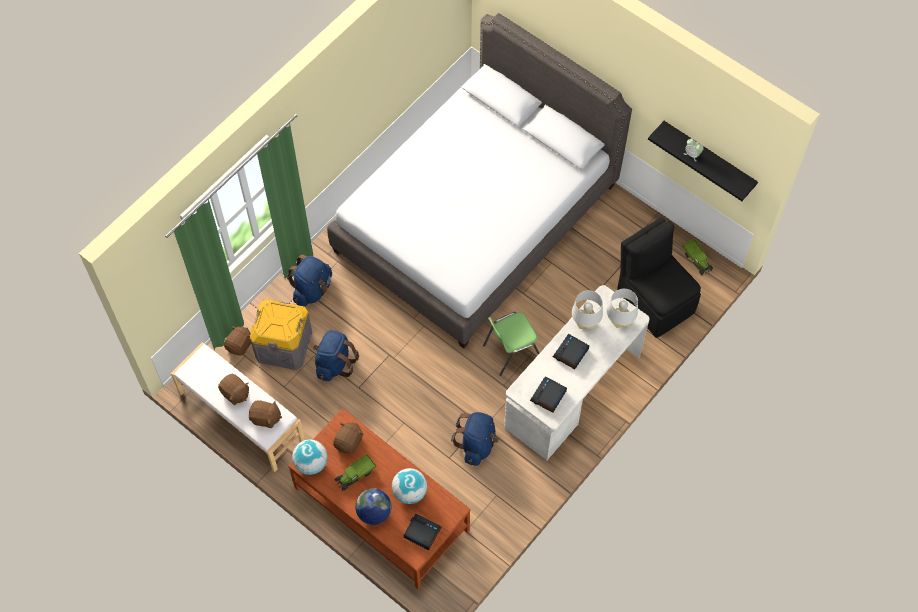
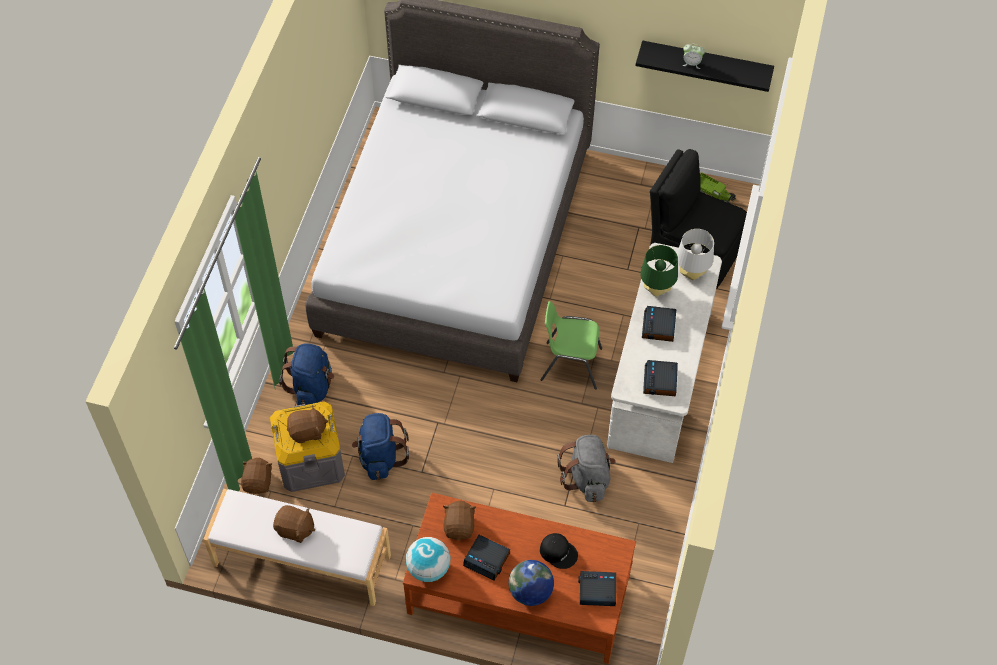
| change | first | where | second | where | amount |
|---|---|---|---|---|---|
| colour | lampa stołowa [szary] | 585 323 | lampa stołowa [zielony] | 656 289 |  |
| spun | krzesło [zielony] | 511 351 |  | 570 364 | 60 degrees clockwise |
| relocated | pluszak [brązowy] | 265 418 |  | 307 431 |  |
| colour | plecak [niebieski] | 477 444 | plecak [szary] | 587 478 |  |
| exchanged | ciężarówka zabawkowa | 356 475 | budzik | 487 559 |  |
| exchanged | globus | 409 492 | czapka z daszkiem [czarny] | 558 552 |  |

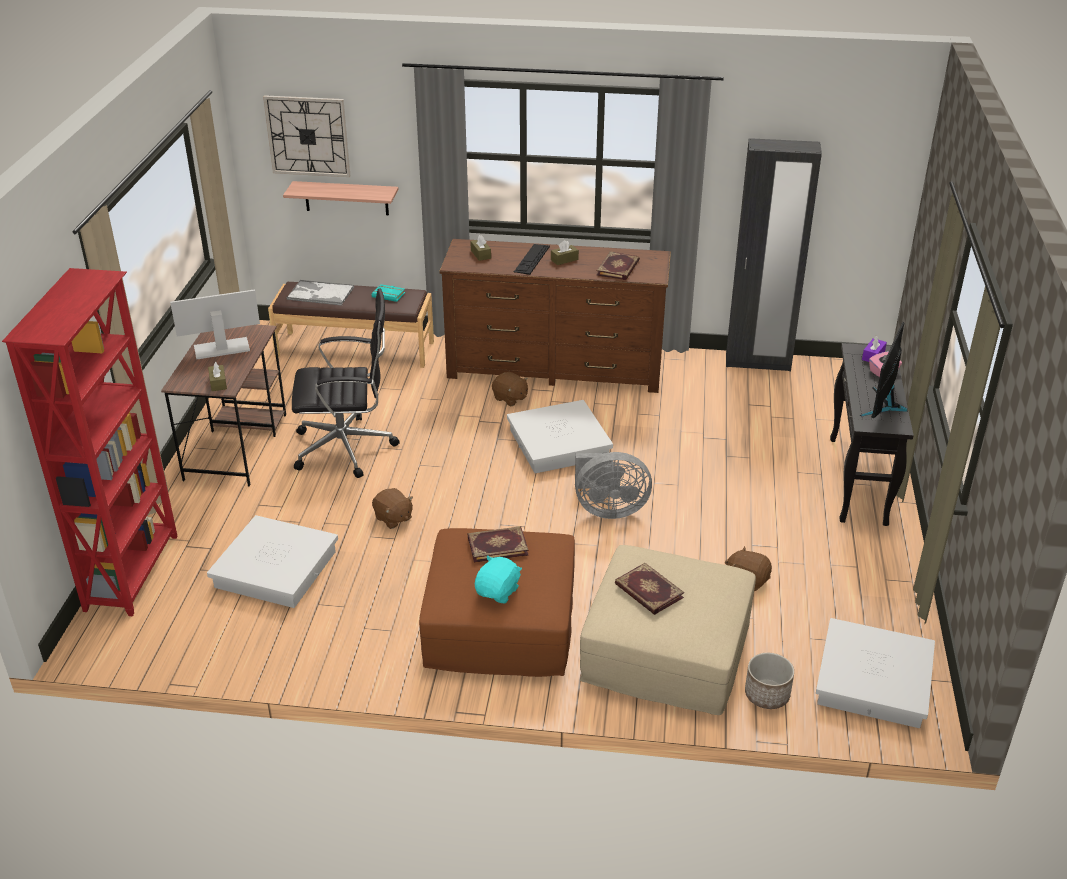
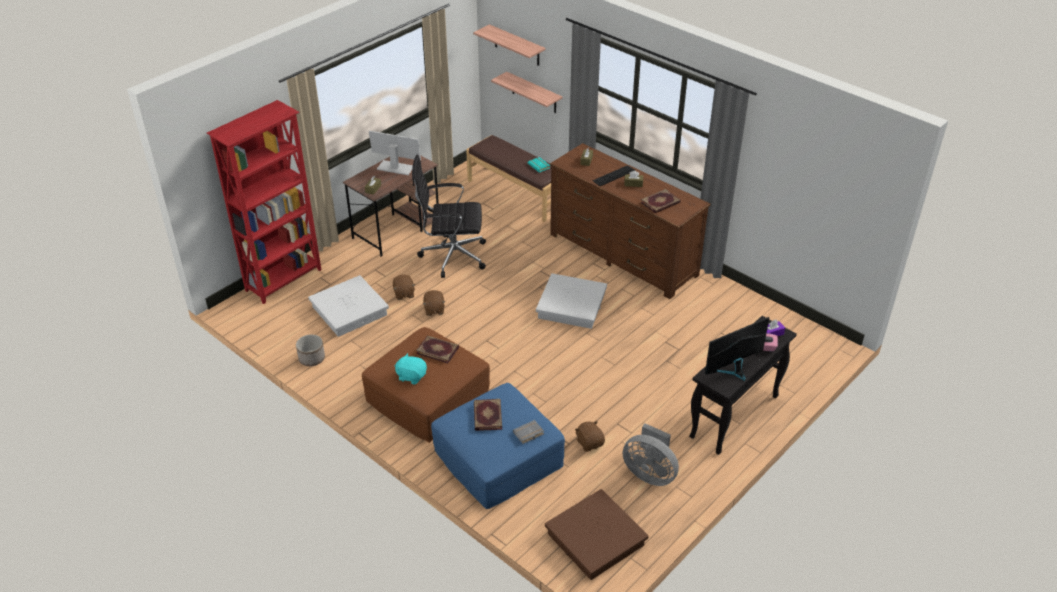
| change | first | where | second | where | amount |
|---|---|---|---|---|---|
| exchanged | zegar ścienny | 307 136 | półka | 517 46 |  |
| missing | szafa [czarny] | 758 362 |  |  |  |
| missing | taca | 320 293 |  |  |  |
| spun | krzesło biurowe [czarny] | 347 448 |  | 451 256 | 150 degrees clockwise |
| relocated | pluszak [brązowy] | 510 398 |  | 404 294 |  |
| relocated | wentylator [szary] | 608 509 |  | 649 473 |  |
| colour | pufa [beżowy] | 665 651 | pufa [niebieski] | 497 458 |  |
| spun | pluszak [turkusowy] | 498 592 |  | 411 376 | 135 degrees counterclockwise |
| colour | pojemnik do przechowywania [biały] | 874 681 | pojemnik do przechowywania [brązowy] | 596 539 |  |
| relocated | donica | 766 695 |  | 311 358 |  |
| appeared |  |  | książka [szary] | 528 434 |  |

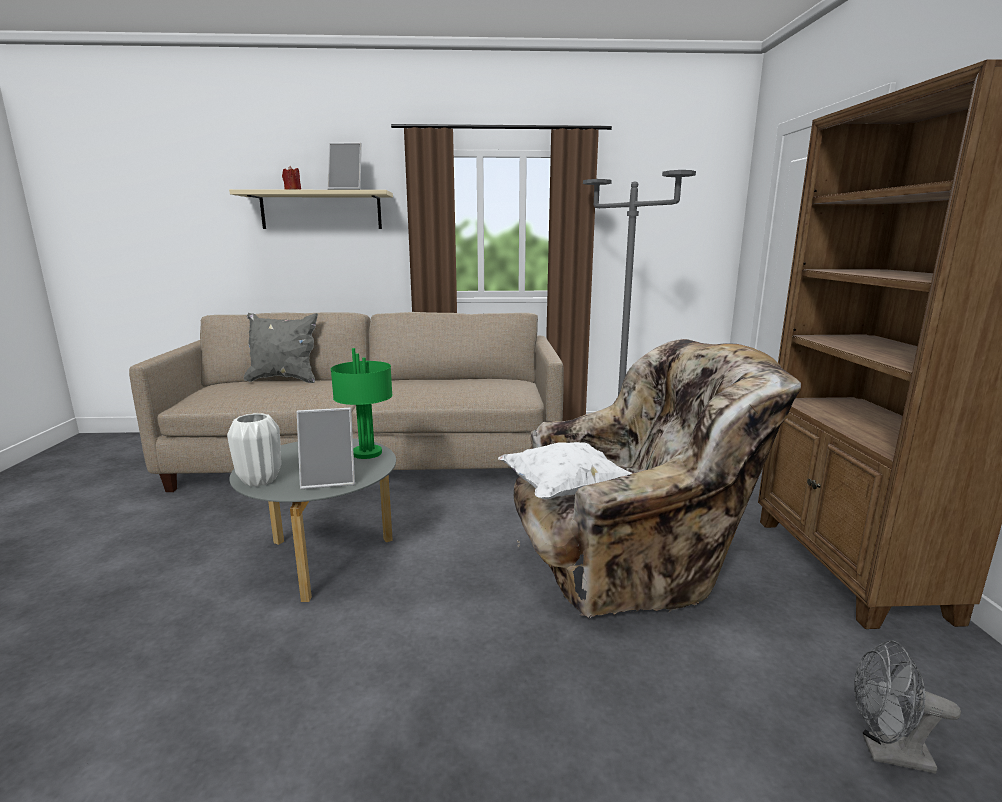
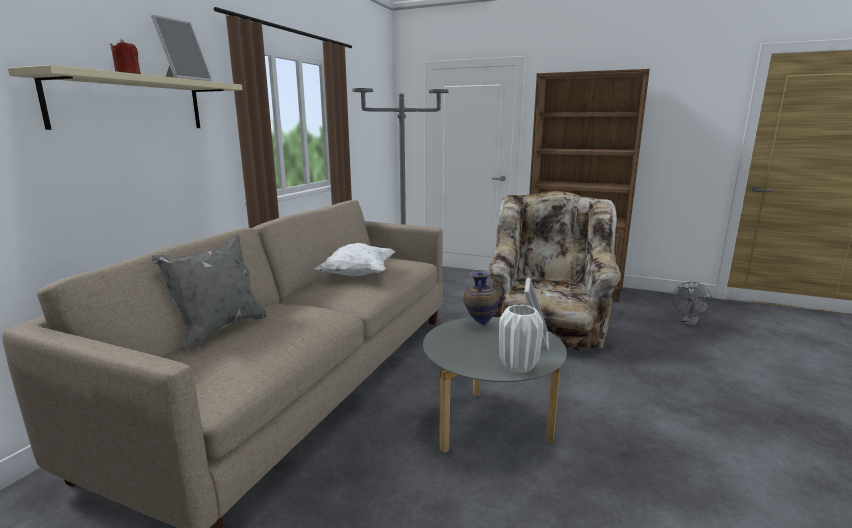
| change | first | where | second | where | amount |
|---|---|---|---|---|---|
| exchanged | lampa stołowa [zielony] | 367 453 | wazon | 480 324 |  |
| relocated | poduszka [biały] | 565 491 |  | 357 275 |  |

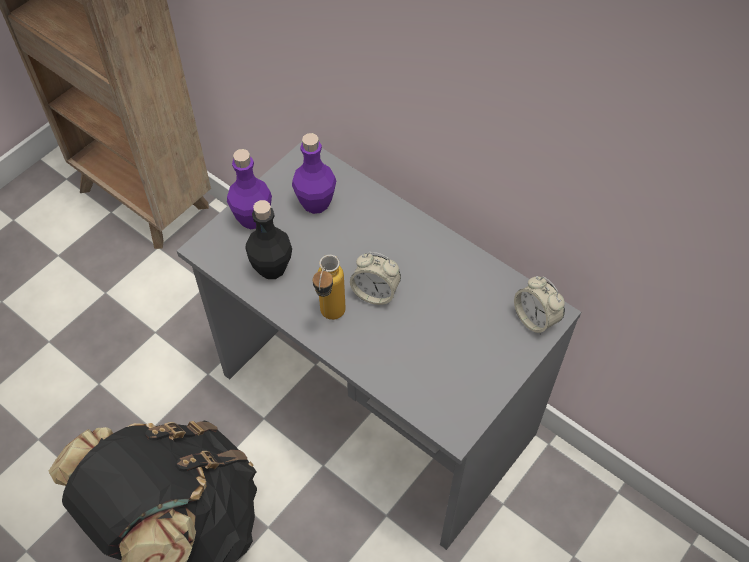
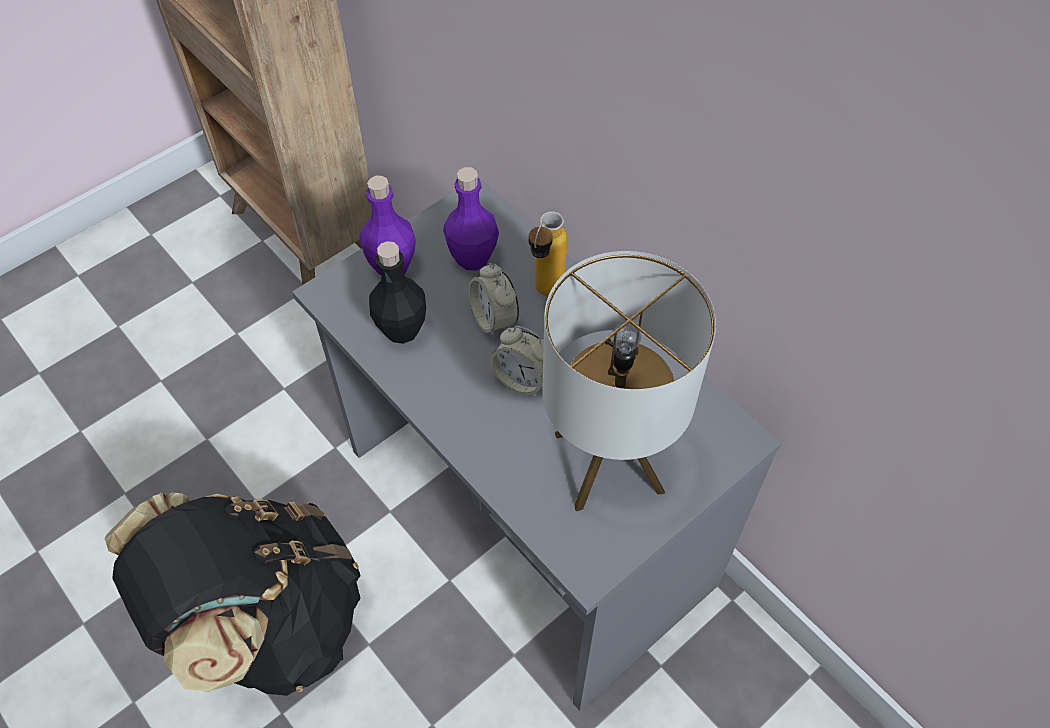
| change | first | where | second | where | amount |
|---|---|---|---|---|---|
| relocated | butelka | 330 319 |  | 544 295 |  |
| relocated | budzik | 535 319 |  | 494 319 |  |
| appeared |  |  | lampa stołowa | 609 462 |  |

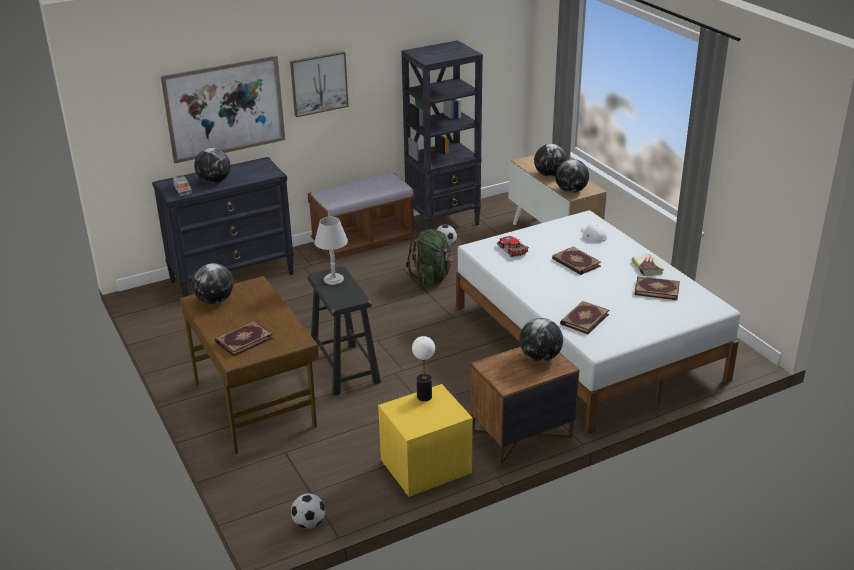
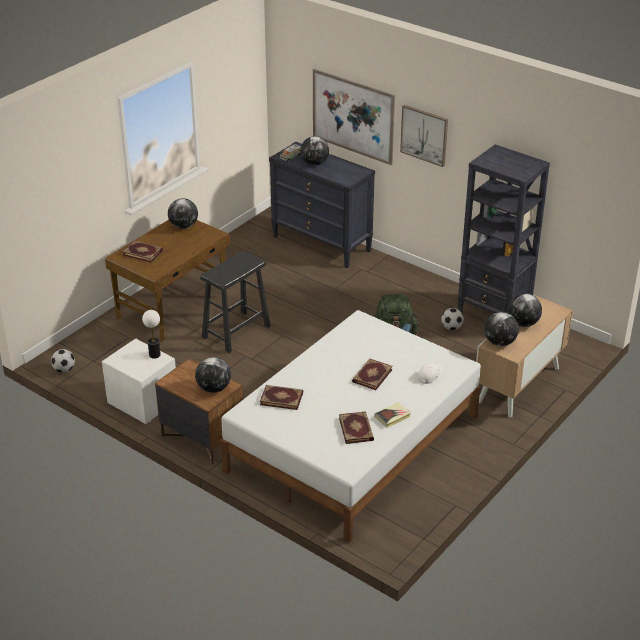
| change | first | where | second | where | amount |
|---|---|---|---|---|---|
| missing | ławka [brązowy] | 363 241 |  |  |  |
| missing | lampa stołowa [szary] | 334 279 |  |  |  |
| missing | samochodzik | 511 250 |  |  |  |
| colour | szafka nocna [żółty] | 425 468 | szafka nocna [biały] | 142 402 |  |

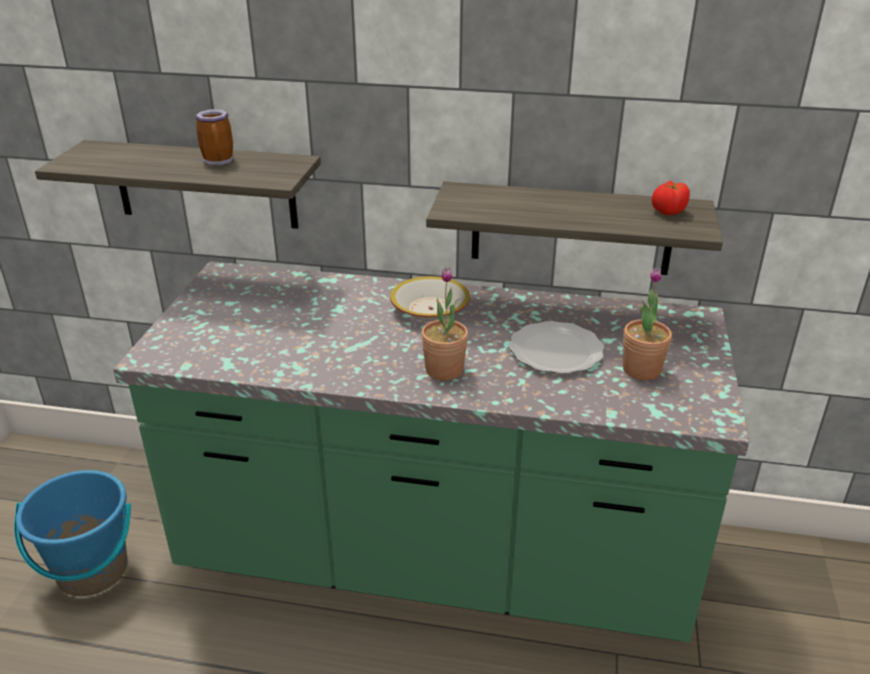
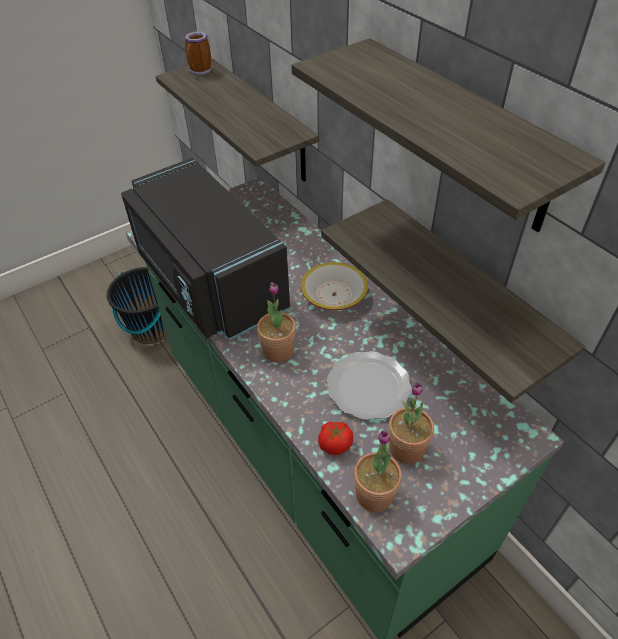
| change | first | where | second | where | amount |
|---|---|---|---|---|---|
| relocated | kubek | 220 162 |  | 200 71 |  |
| relocated | pomidor | 668 212 |  | 335 445 |  |
| colour | wiadro [niebieski] | 92 571 | wiadro [czarny] | 151 329 |  |
| appeared |  |  | półka | 462 135 |  |
| appeared |  |  | mikrofalówka [czarny] | 208 282 |  |
| appeared |  |  | roślina doniczkowa | 374 494 |  |

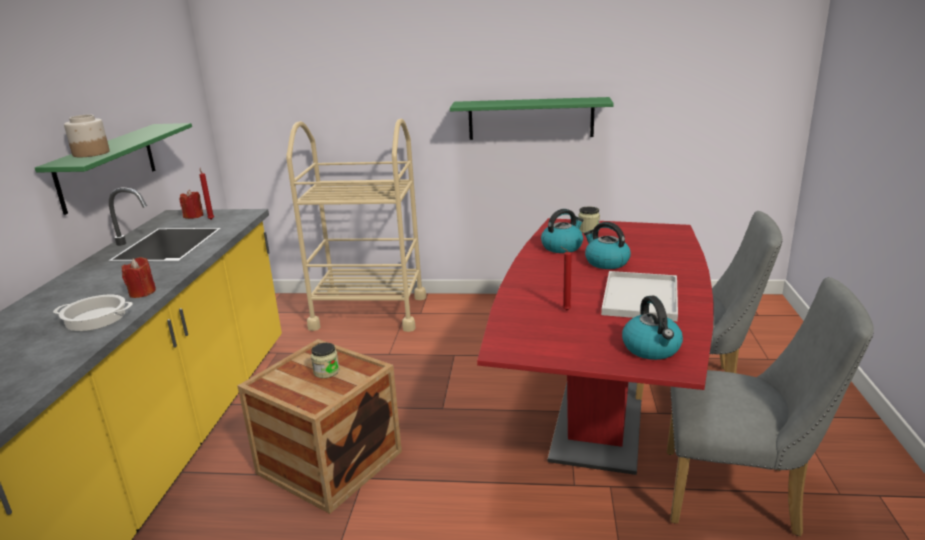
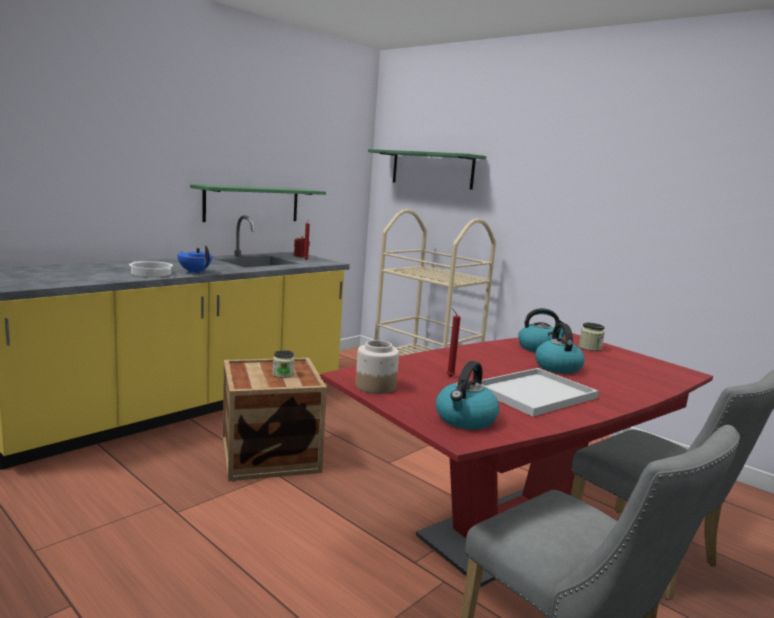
| change | first | where | second | where | amount |
|---|---|---|---|---|---|
| relocated | półka [zielony] | 530 118 |  | 432 169 |  |
| relocated | słoik | 91 153 |  | 375 386 |  |
| exchanged | świeca [czerwony] | 142 292 | imbryk [niebieski] | 195 272 |  |

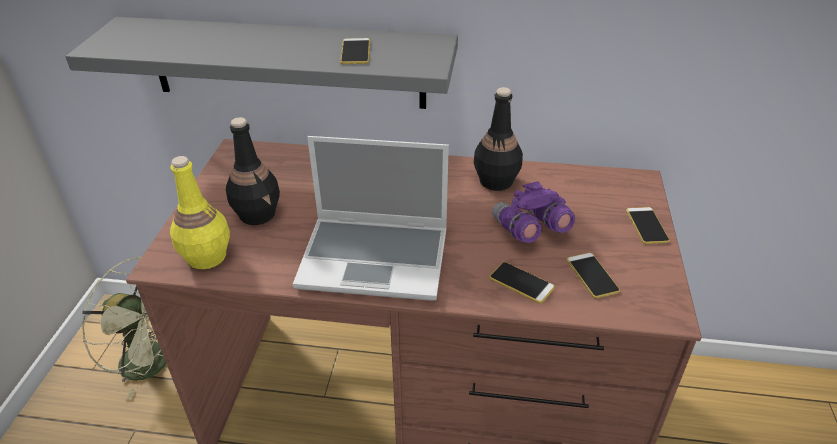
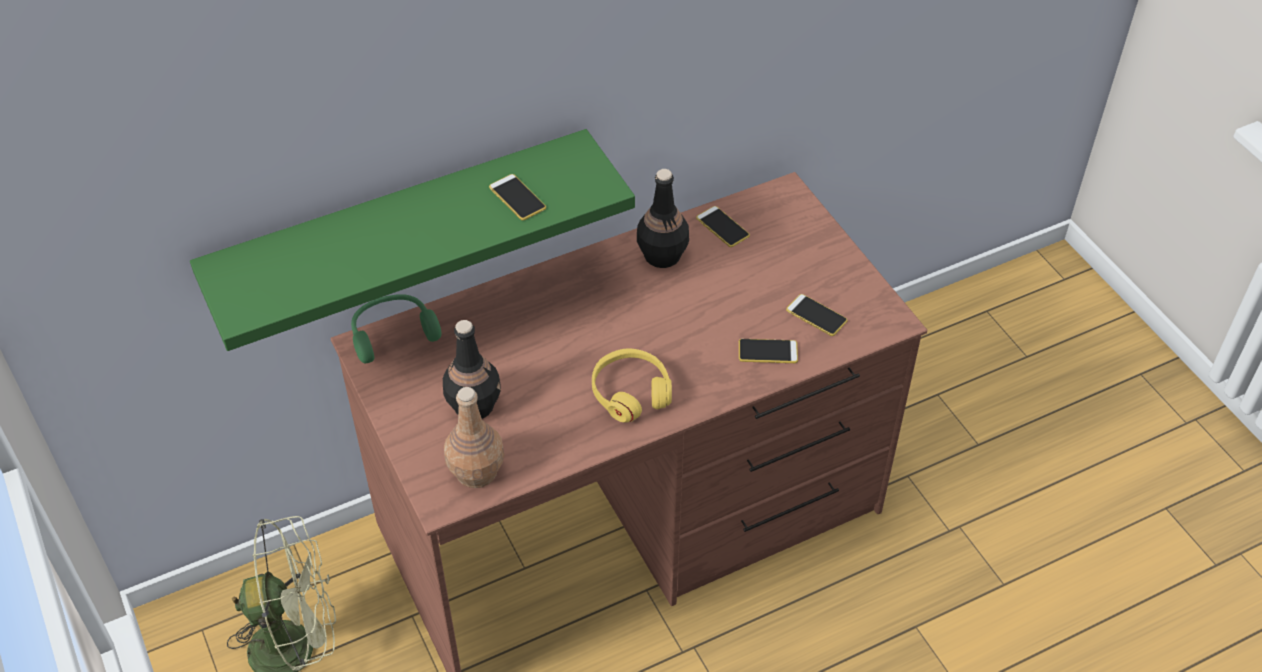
| change | first | where | second | where | amount |
|---|---|---|---|---|---|
| colour | półka [szary] | 287 63 | półka [zielony] | 401 226 |  |
| exchanged | laptop | 376 258 | słuchawki [żółty] | 630 392 |  |
| colour | butelka [żółty] | 206 257 | butelka [brązowy] | 477 472 |  |
| missing | lornetka [fioletowy] | 529 230 |  |  |  |
| relocated | telefon | 647 226 |  | 722 227 |  |
| appeared |  |  | słuchawki [zielony] | 392 333 |  |

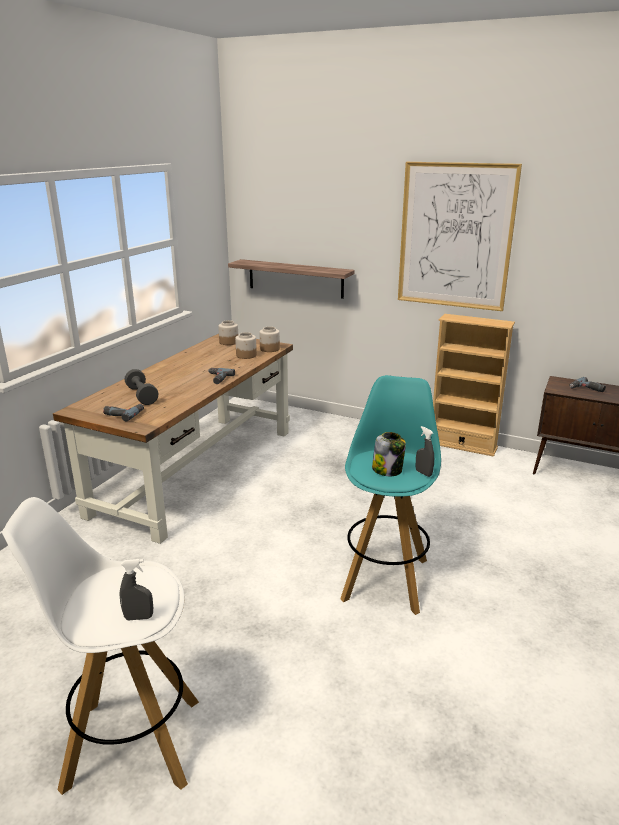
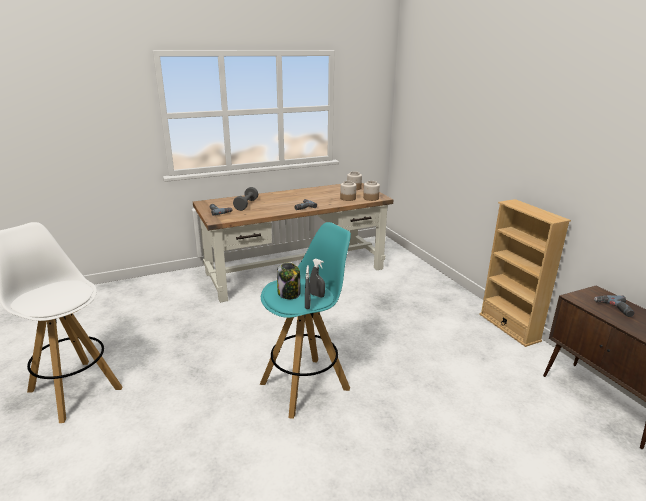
| change | first | where | second | where | amount |
|---|---|---|---|---|---|
| missing | obraz | 455 236 |  |  |  |
| missing | półka | 295 278 |  |  |  |
| relocated | spryskiwacz [szary] | 138 617 |  | 317 295 |  |

